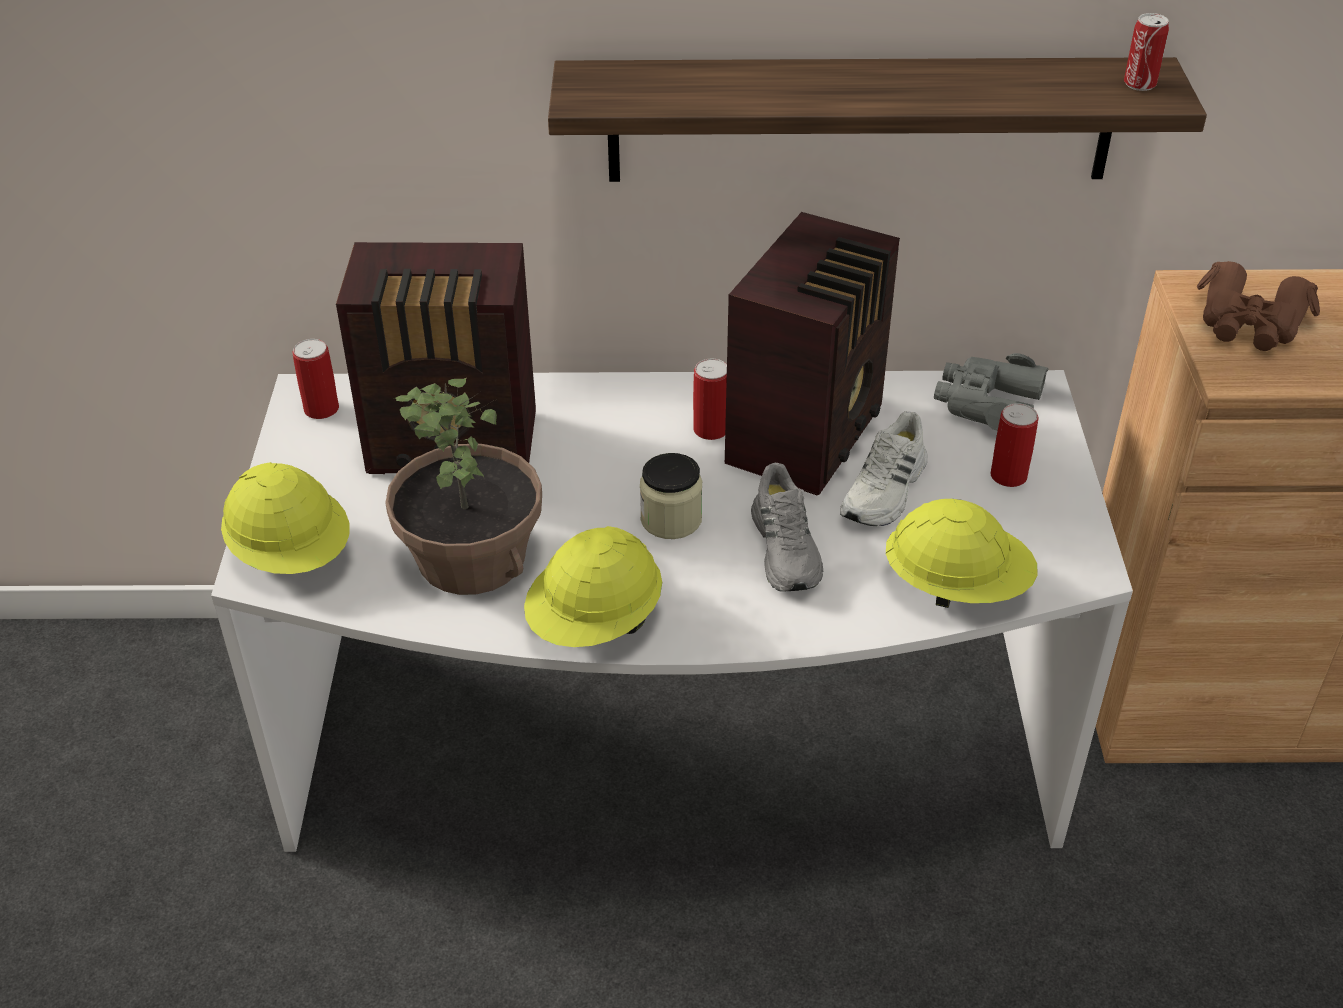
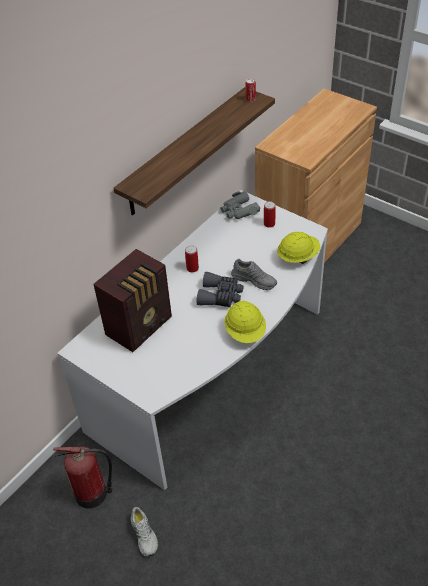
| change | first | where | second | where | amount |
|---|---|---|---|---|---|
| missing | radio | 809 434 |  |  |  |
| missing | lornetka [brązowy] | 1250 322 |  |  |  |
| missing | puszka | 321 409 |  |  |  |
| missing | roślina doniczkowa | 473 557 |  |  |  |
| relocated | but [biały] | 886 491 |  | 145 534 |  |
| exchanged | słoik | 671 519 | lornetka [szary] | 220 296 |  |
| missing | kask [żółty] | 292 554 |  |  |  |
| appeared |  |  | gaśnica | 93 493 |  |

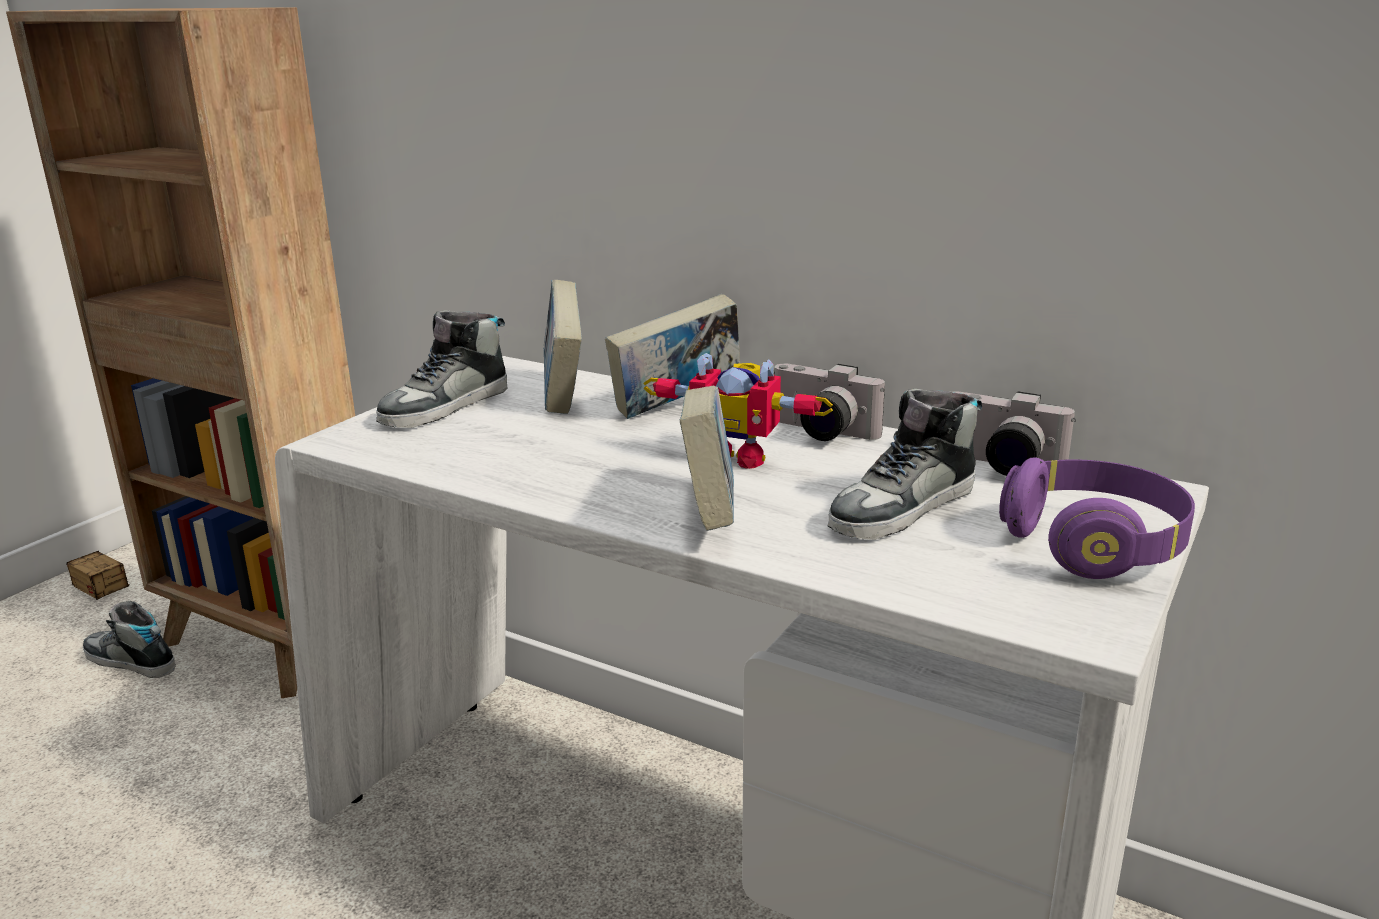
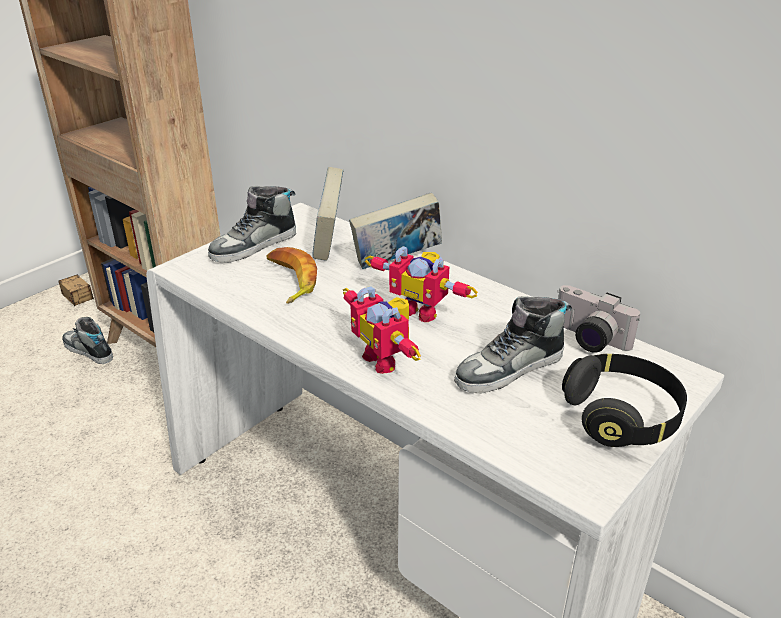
| change | first | where | second | where | amount |
|---|---|---|---|---|---|
| missing | aparat fotograficzny | 819 433 |  |  |  |
| exchanged | książka | 709 515 | robot zabawkowy | 386 359 |  |
| colour | słuchawki [fioletowy] | 1094 545 | słuchawki [czarny] | 621 417 |  |
| appeared |  |  | banan | 289 280 |  |

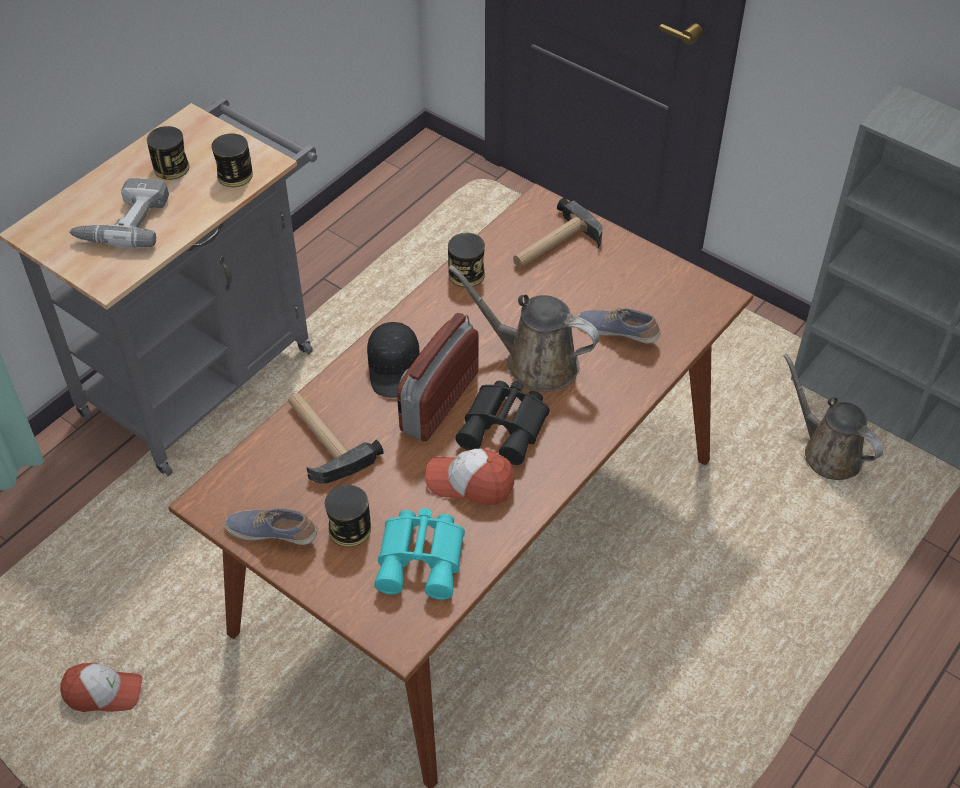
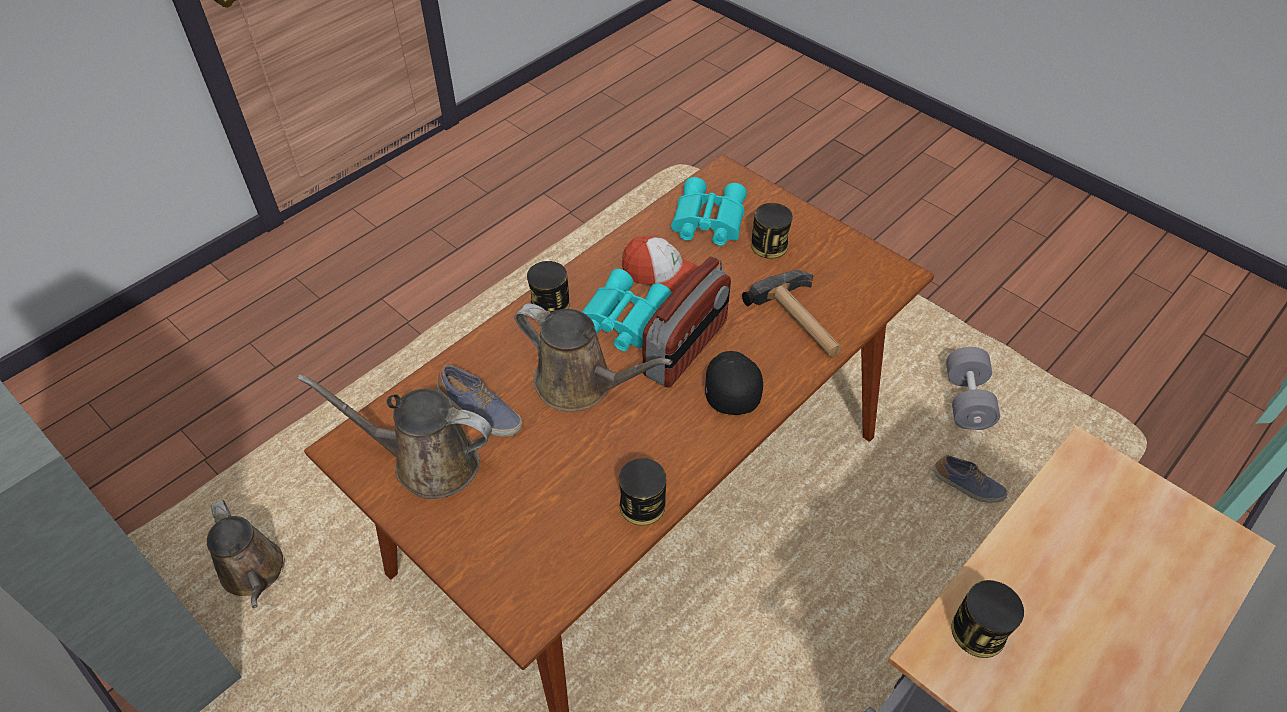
| change | first | where | second | where | amount |
|---|---|---|---|---|---|
| relocated | puszka | 171 168 |  | 550 305 |  |
| missing | wiertarka | 123 222 |  |  |  |
| missing | młotek | 553 245 |  |  |  |
| colour | lornetka [czarny] | 506 427 | lornetka [turkusowy] | 621 319 |  |
| relocated | but | 272 532 |  | 967 487 |  |
| exchanged | czapka z daszkiem | 104 692 | hantel [szary] | 966 401 |  |
| appeared |  |  | konewka [brązowy] | 427 462 |  |

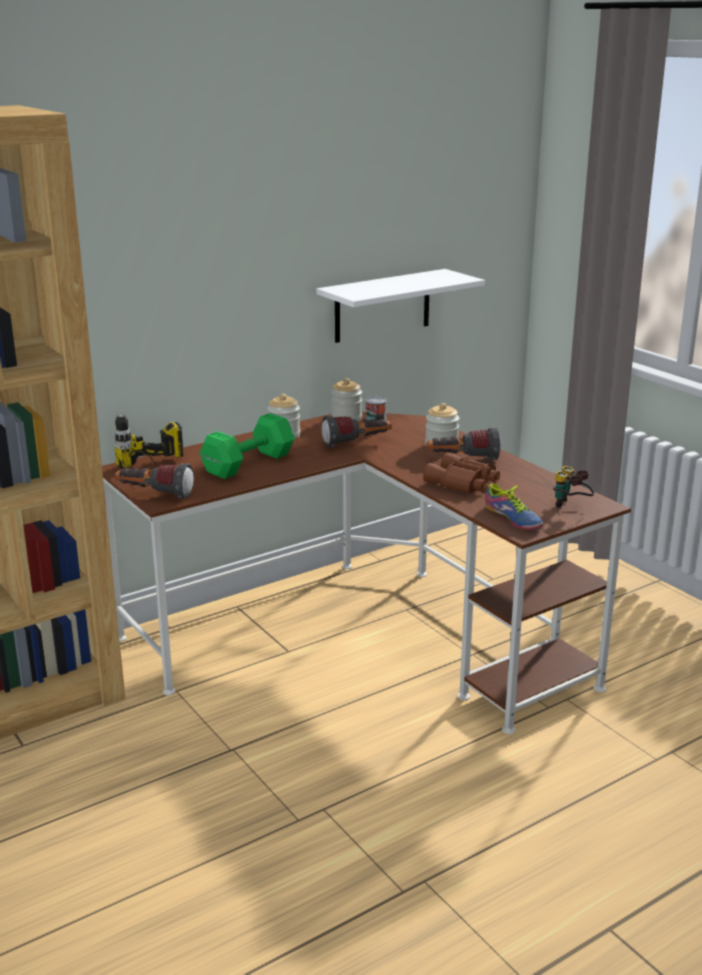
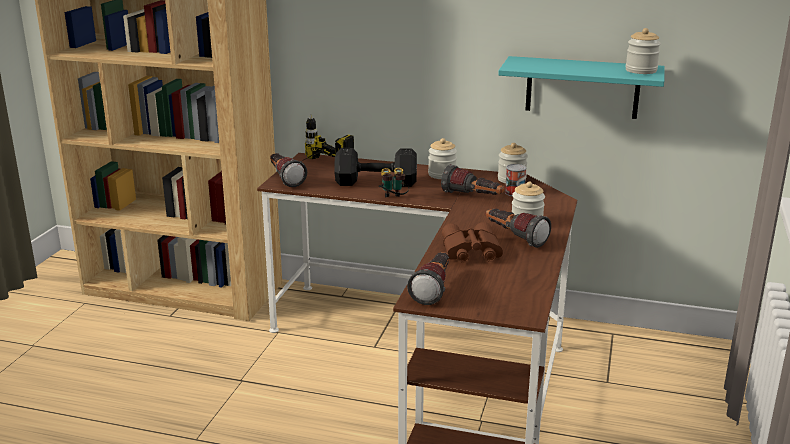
| change | first | where | second | where | amount |
|---|---|---|---|---|---|
| colour | półka [biały] | 382 306 | półka [turkusowy] | 582 87 |  |
| colour | hantel [zielony] | 251 463 | hantel [czarny] | 378 183 |  |
| relocated | lornetka | 571 506 |  | 393 200 |  |
| exchanged | but | 511 519 | latarka | 434 289 |  |
| appeared |  |  | słoik | 641 70 |  |

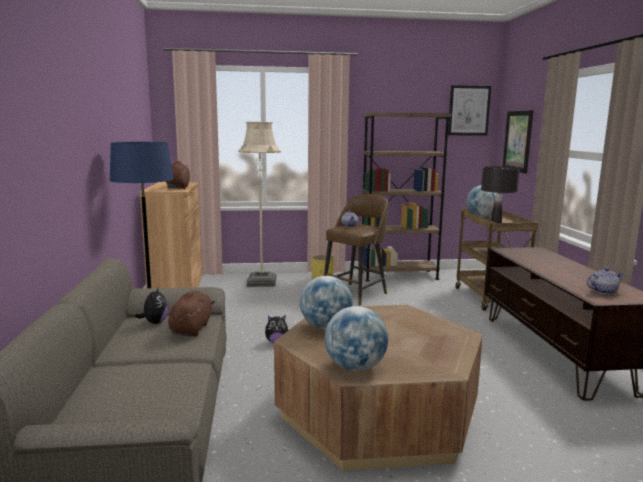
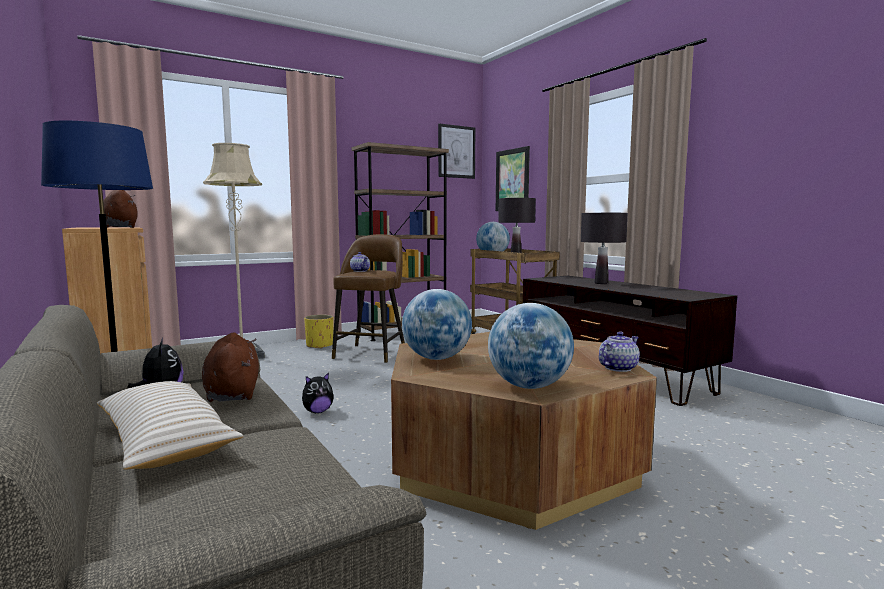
| change | first | where | second | where | amount |
|---|---|---|---|---|---|
| relocated | imbryk | 603 291 |  | 617 368 |  |
| appeared |  |  | lampa stołowa [czarny] | 601 283 |  |
| appeared |  |  | poduszka [beżowy] | 165 440 |  |

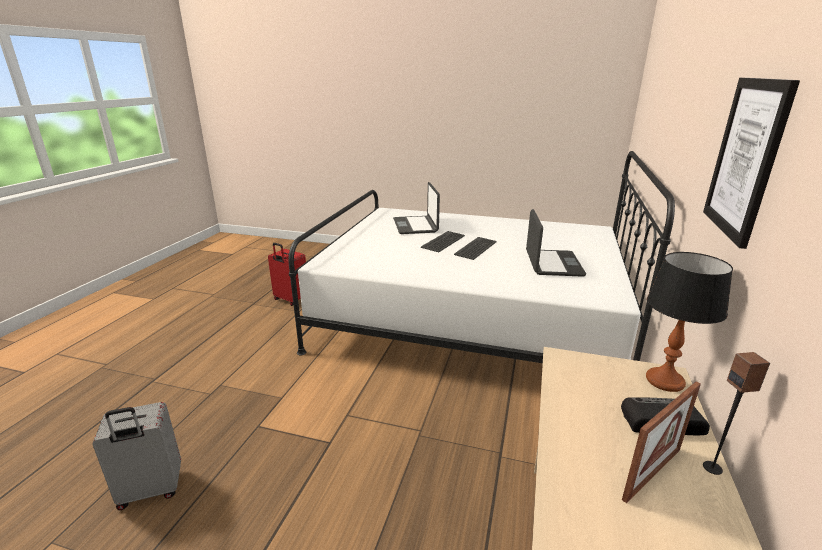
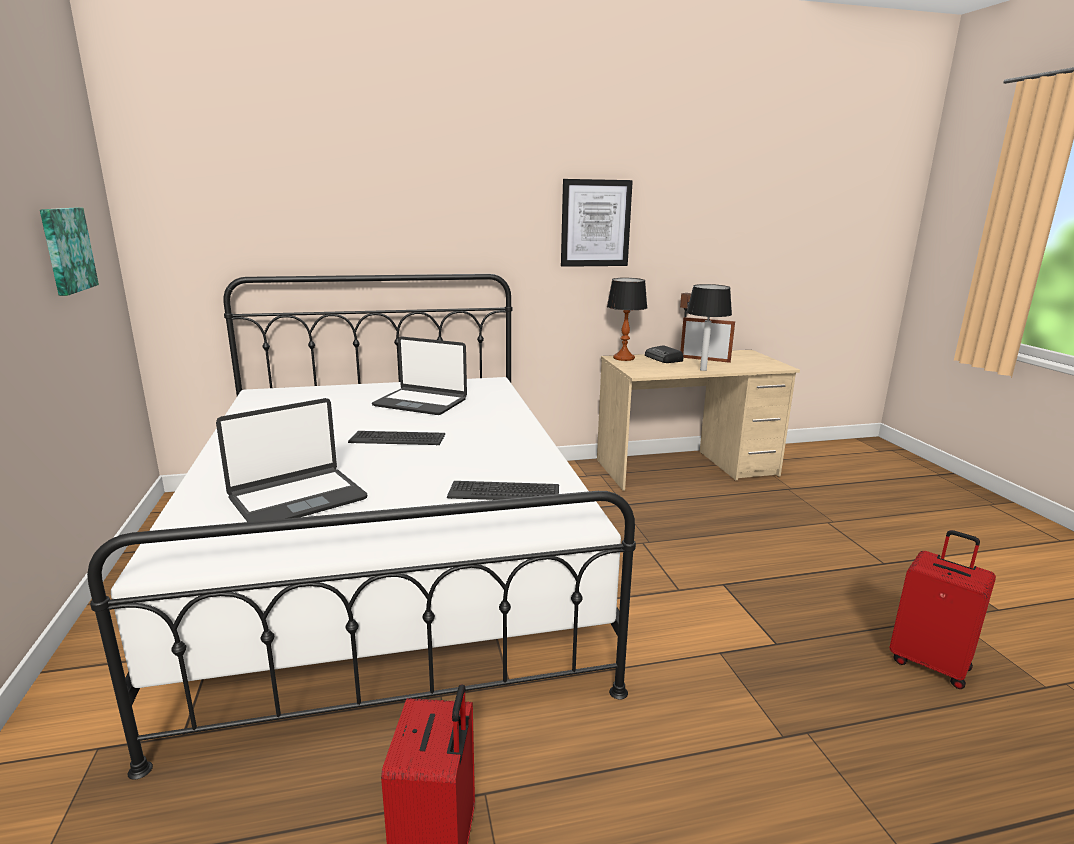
| change | first | where | second | where | amount |
|---|---|---|---|---|---|
| spun | laptop | 552 264 |  | 421 403 | 135 degrees counterclockwise |
| relocated | klawiatura | 444 242 |  | 504 492 |  |
| colour | walizka [szary] | 151 491 | walizka [czerwony] | 930 663 |  |
| appeared |  |  | obraz | 66 250 |  |
| appeared |  |  | lampa stołowa | 703 369 |  |

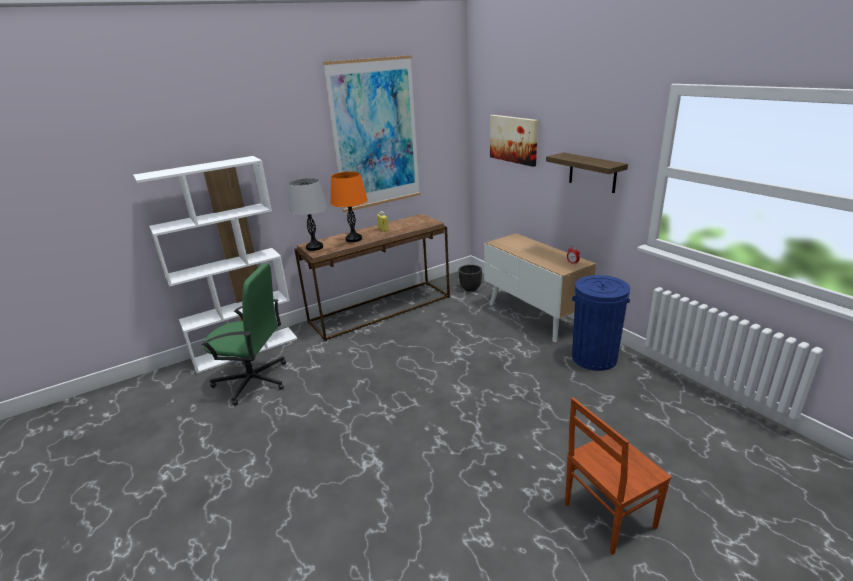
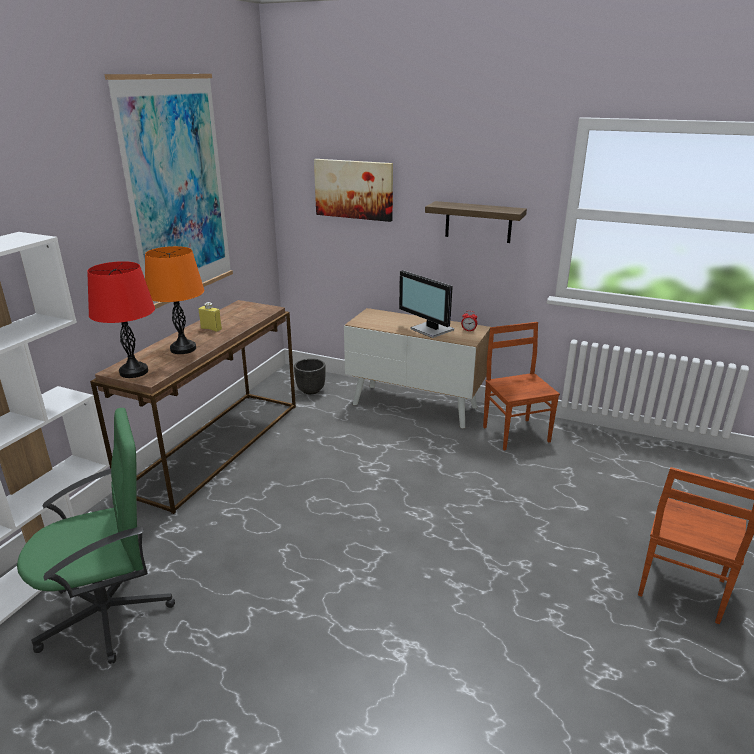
| change | first | where | second | where | amount |
|---|---|---|---|---|---|
| colour | lampa stołowa [szary] | 314 247 | lampa stołowa [czerwony] | 134 372 |  |
| exchanged | kosz na śmieci [niebieski] | 594 358 | krzesło [brązowy] | 516 433 |  |
| appeared |  |  | monitor | 431 330 |  |

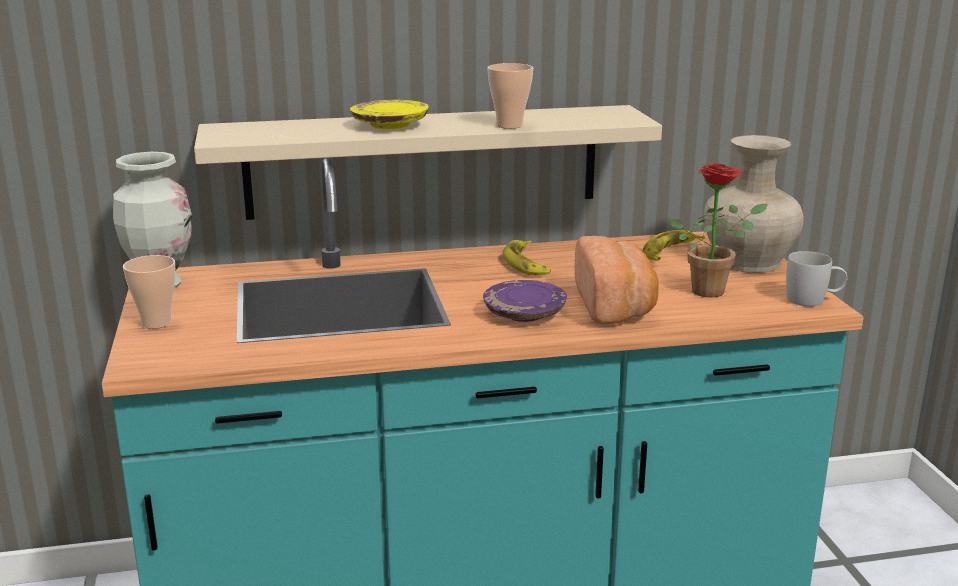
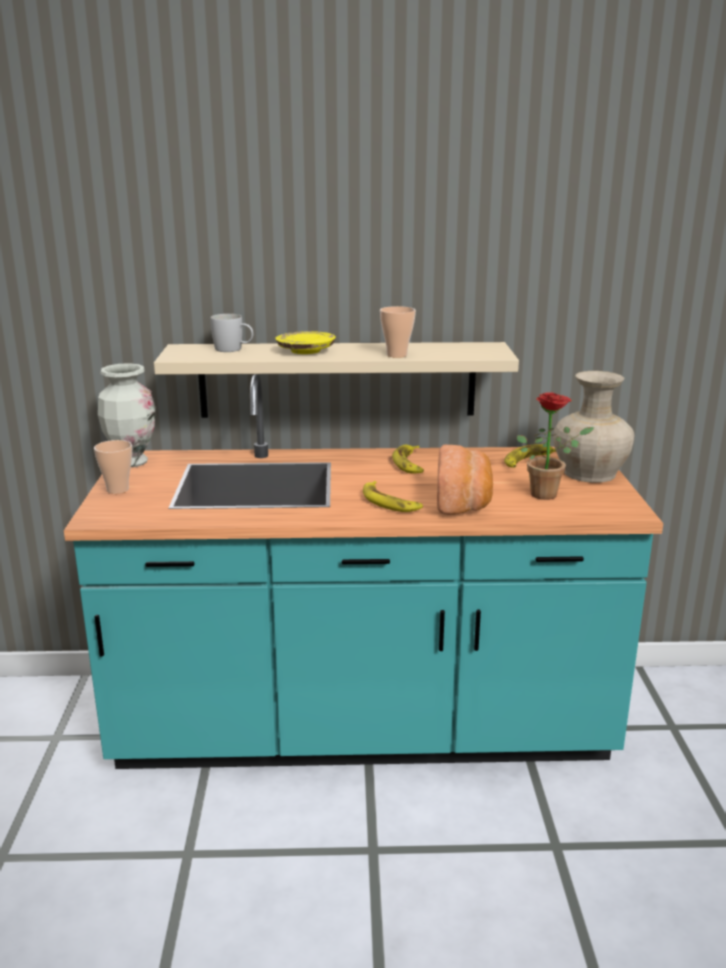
| change | first | where | second | where | amount |
|---|---|---|---|---|---|
| relocated | kubek [biały] | 813 300 |  | 233 349 |  |
| exchanged | talerz [fioletowy] | 524 314 | banan | 389 502 |  |

